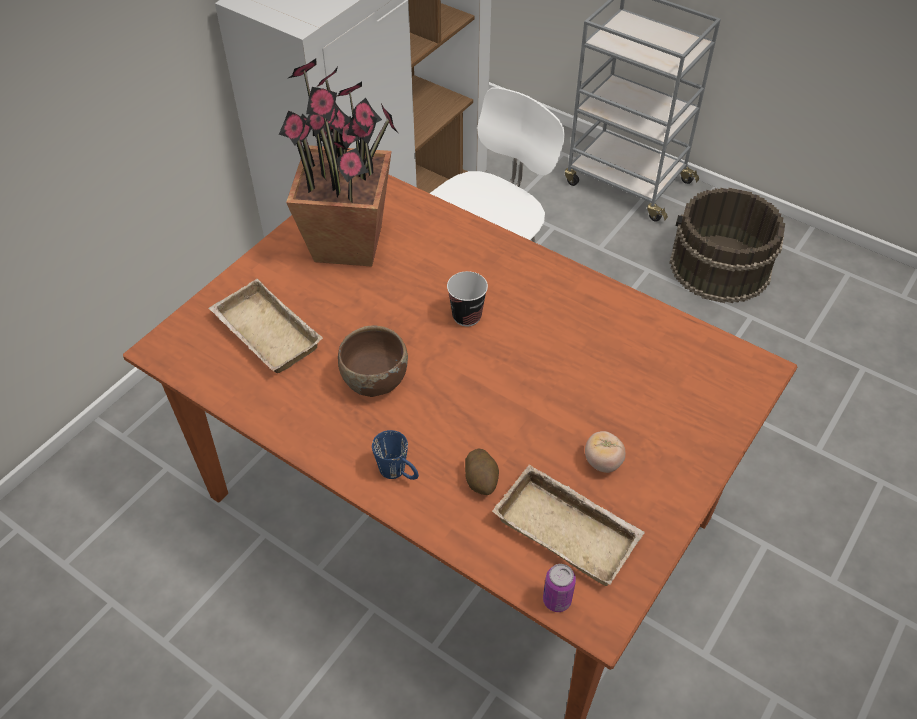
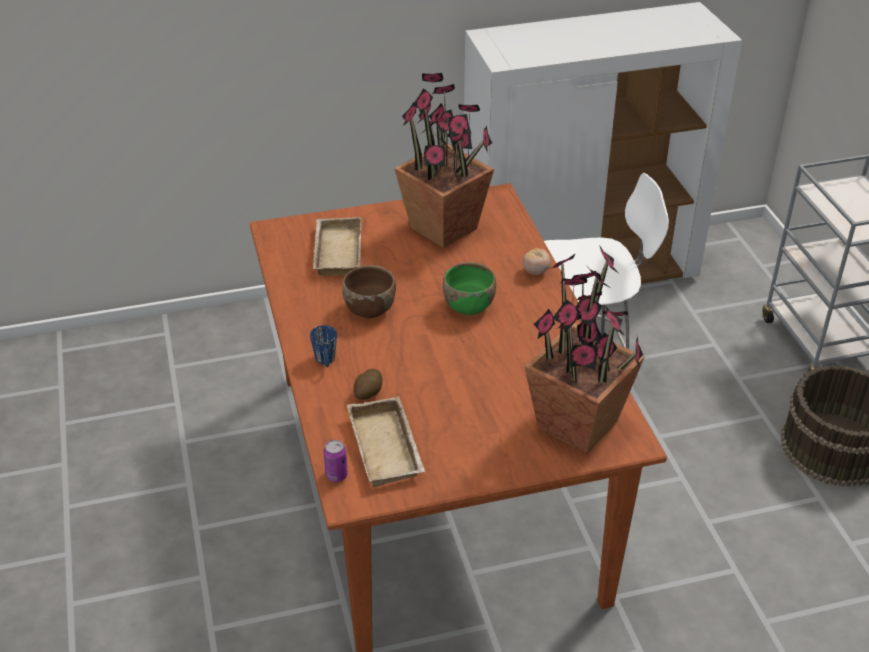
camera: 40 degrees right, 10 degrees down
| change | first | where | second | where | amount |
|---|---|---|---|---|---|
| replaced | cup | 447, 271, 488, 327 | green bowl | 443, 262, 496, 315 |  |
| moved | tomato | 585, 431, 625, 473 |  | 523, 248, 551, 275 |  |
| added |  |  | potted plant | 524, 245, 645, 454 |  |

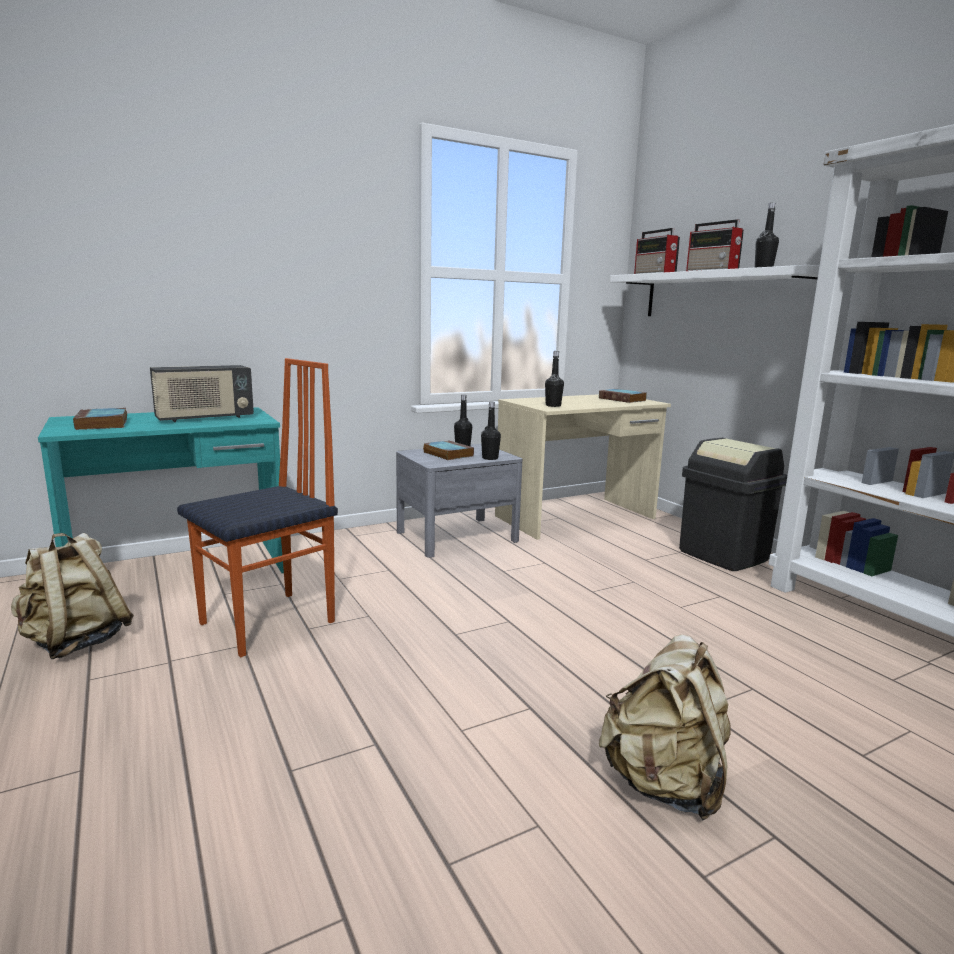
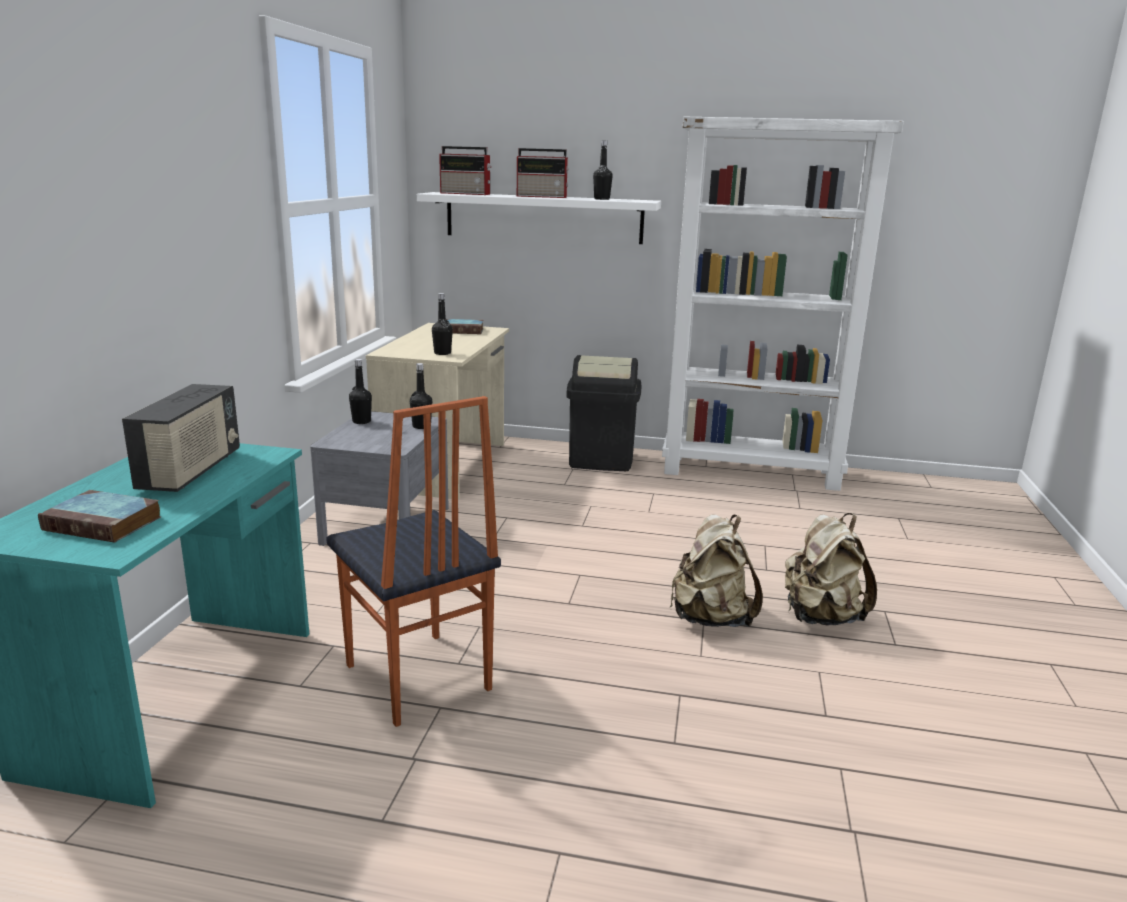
camera: 50 degrees left, 5 degrees up
| change | first | where | second | where | amount |
|---|---|---|---|---|---|
| turned | chair | 177, 358, 338, 657 |  | 326, 396, 501, 727 | 150 degrees clockwise |
| moved | beige backpack | 11, 533, 134, 659 |  | 669, 514, 763, 627 |  |
| removed | book | 423, 440, 474, 460 |  |  |  |

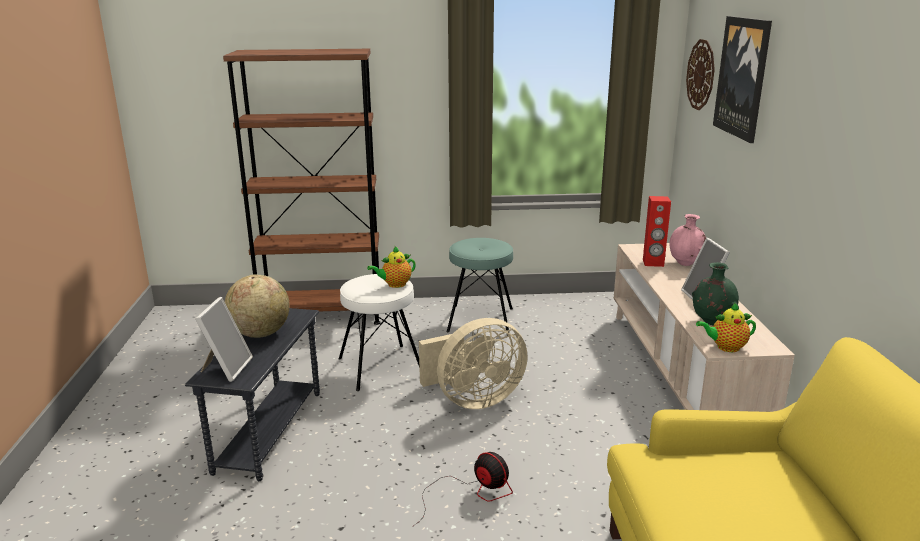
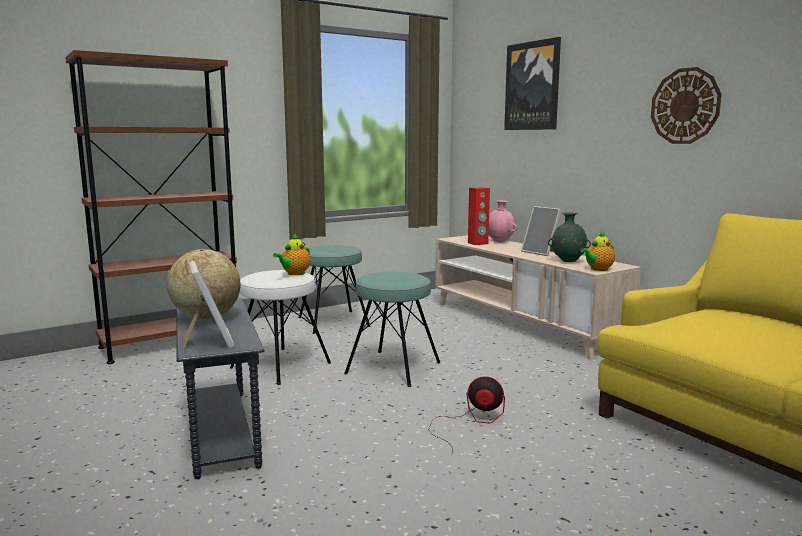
camera: 30 degrees left, 10 degrees down
| change | first | where | second | where | amount |
|---|---|---|---|---|---|
| replaced | beige fan | 419, 318, 528, 409 | turquoise stool | 344, 272, 440, 387 |  |
| moved | wall clock | 686, 39, 715, 110 |  | 651, 67, 722, 144 |  |

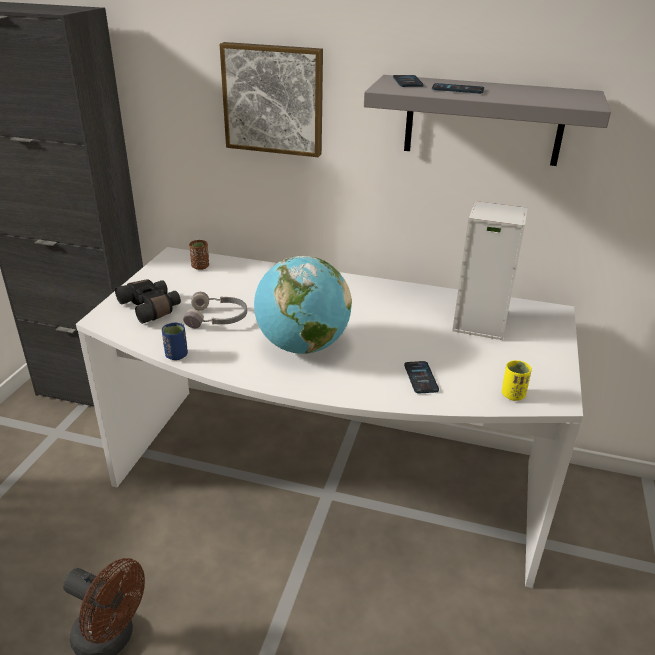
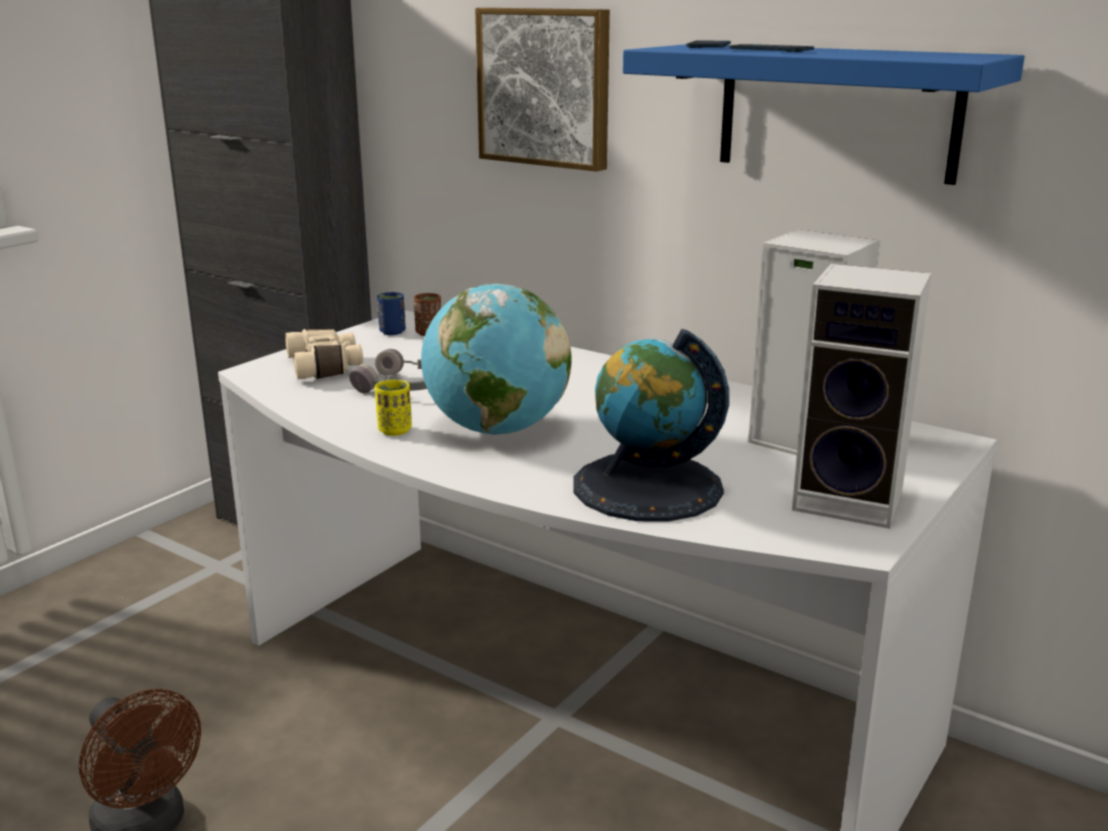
camera: 20 degrees right, 10 degrees down
| change | first | where | second | where | amount |
|---|---|---|---|---|---|
| recoloured | black binoculars | 115, 279, 181, 324 | beige binoculars | 285, 329, 363, 379 |  |
| moved | yellow cup | 502, 360, 532, 401 |  | 375, 380, 412, 436 |  |
| moved | blue cup | 162, 323, 188, 360 |  | 377, 292, 406, 335 |  |
| replaced | phone | 404, 361, 439, 394 | globe | 574, 329, 729, 522 |  |
| recoloured | grey shelf | 364, 75, 611, 166 | blue shelf | 623, 44, 1025, 185 |  |
| added |  |  | speaker | 792, 264, 931, 529 |  |

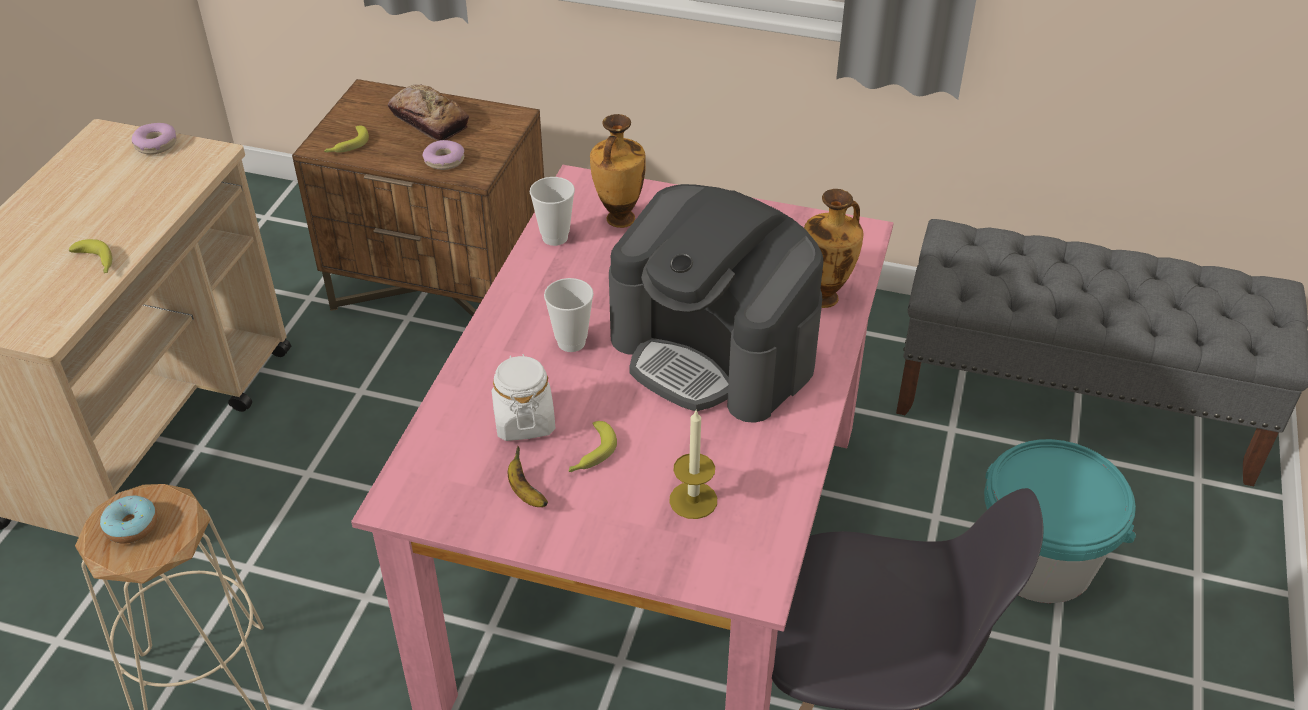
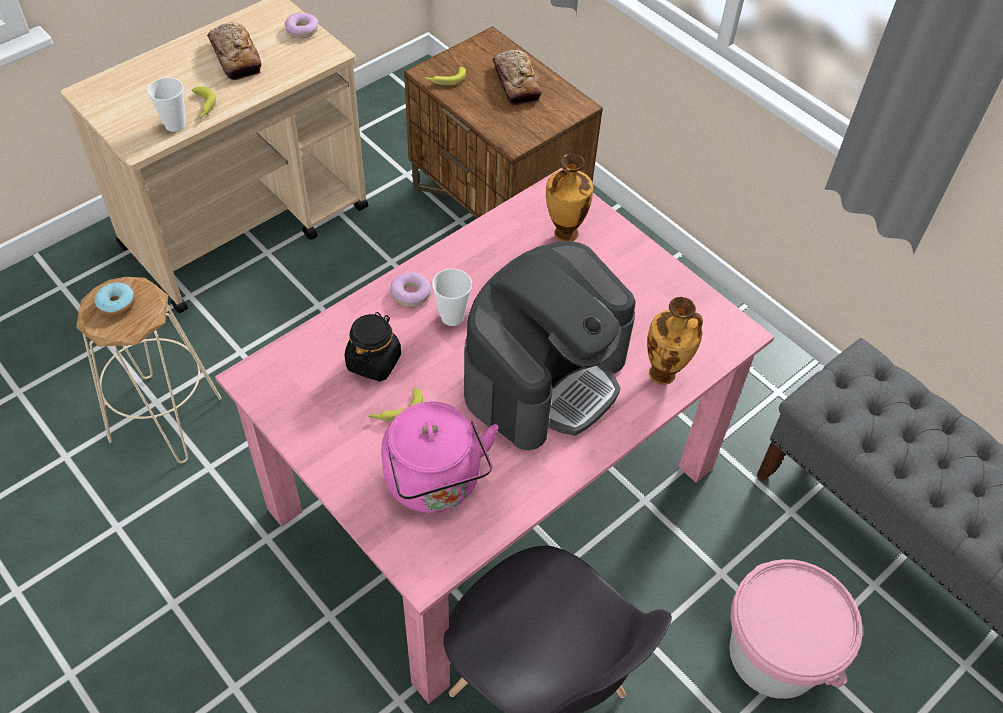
camera: 30 degrees right, 10 degrees up
| change | first | where | second | where | amount |
|---|---|---|---|---|---|
| moved | cup | 530, 177, 575, 246 |  | 147, 77, 186, 132 |  |
| added |  |  | bread | 207, 22, 262, 80 |  |
| recoloured | white jar | 492, 354, 555, 441 | black jar | 345, 312, 401, 381 |  |
| replaced | candle | 669, 409, 717, 519 | pink kettle | 381, 401, 499, 513 |  |
| moved | donut | 422, 140, 464, 170 |  | 390, 272, 431, 307 |  |
| turned | coffee machine | 609, 184, 823, 423 |  | 464, 241, 636, 450 | 120 degrees counterclockwise |
| recoloured | turquoise bucket | 984, 439, 1136, 603 | pink bucket | 729, 559, 862, 699 |  |
| removed | banana | 508, 446, 548, 507 |  |  |  |

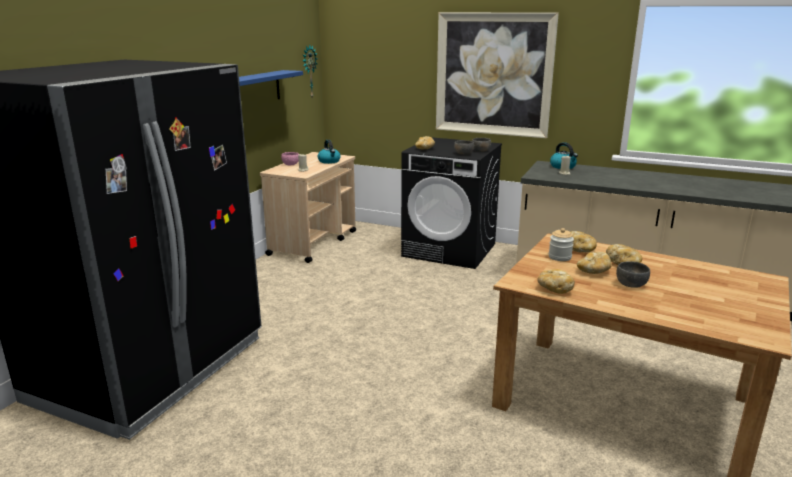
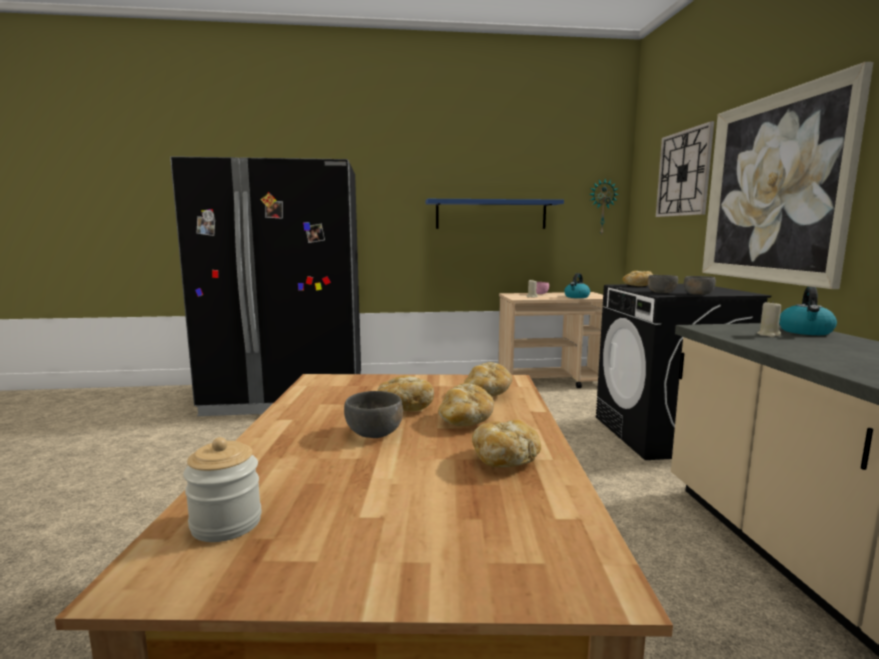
camera: 60 degrees right, 10 degrees down
| change | first | where | second | where | amount |
|---|---|---|---|---|---|
| moved | jar | 549, 228, 574, 261 |  | 183, 437, 262, 542 |  |
| moved | bread | 538, 269, 575, 294 |  | 472, 420, 541, 467 |  |
| added |  |  | wall clock | 656, 121, 714, 217 |  |

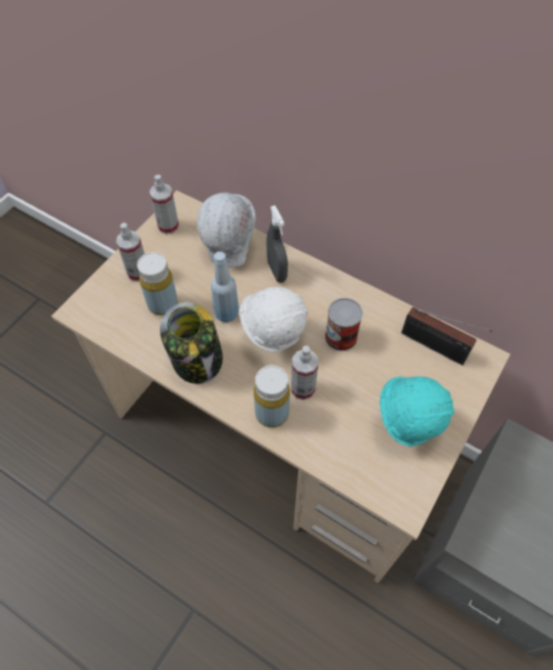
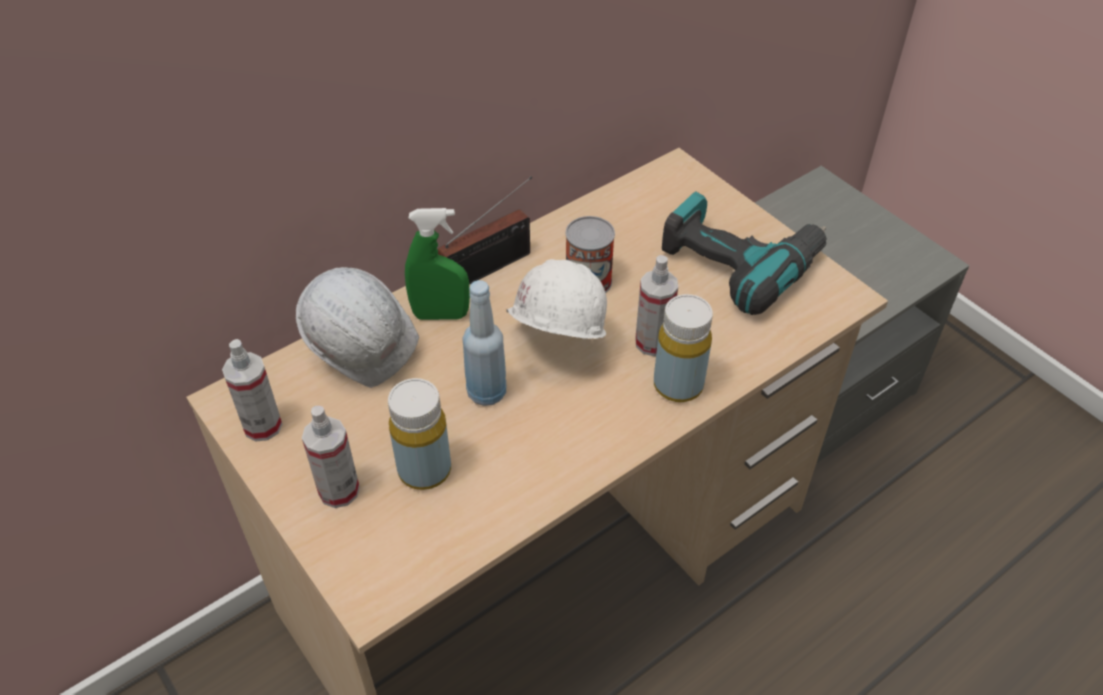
camera: 70 degrees left, 10 degrees down
| change | first | where | second | where | amount |
|---|---|---|---|---|---|
| recoloured | grey spray bottle | 267, 205, 288, 283 | green spray bottle | 405, 208, 470, 320 |  |
| moved | radio | 401, 307, 492, 365 |  | 438, 176, 532, 285 |  |
| replaced | turquoise hard hat | 380, 377, 455, 447 | power drill | 662, 191, 827, 315 |  |
| removed | jar | 160, 302, 223, 384 |  |  |  |

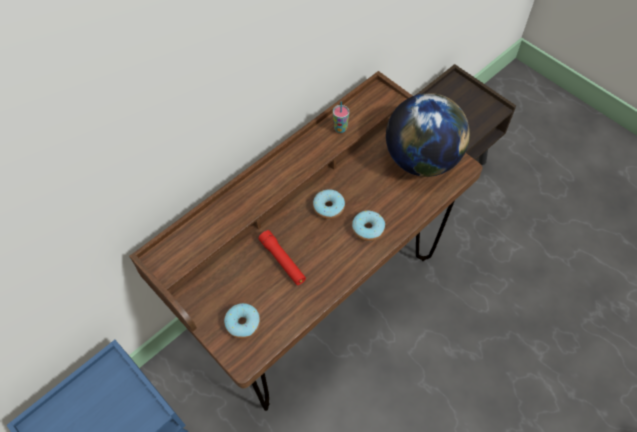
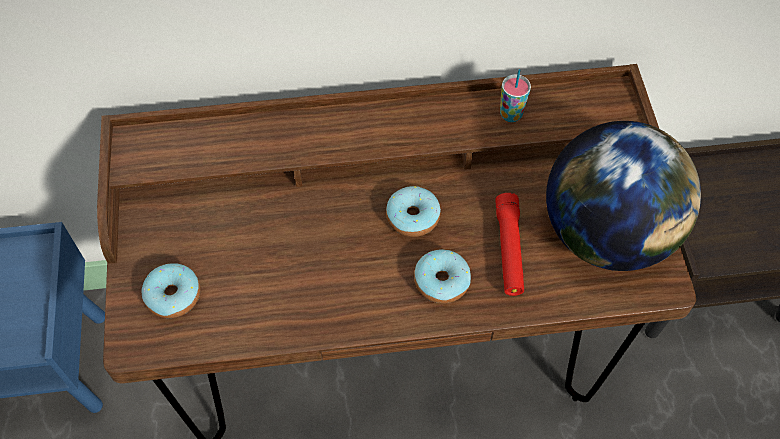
camera: 35 degrees right, 0 degrees up
| change | first | where | second | where | amount |
|---|---|---|---|---|---|
| moved | red flashlight | 259, 230, 306, 285 |  | 495, 193, 524, 296 |  |

